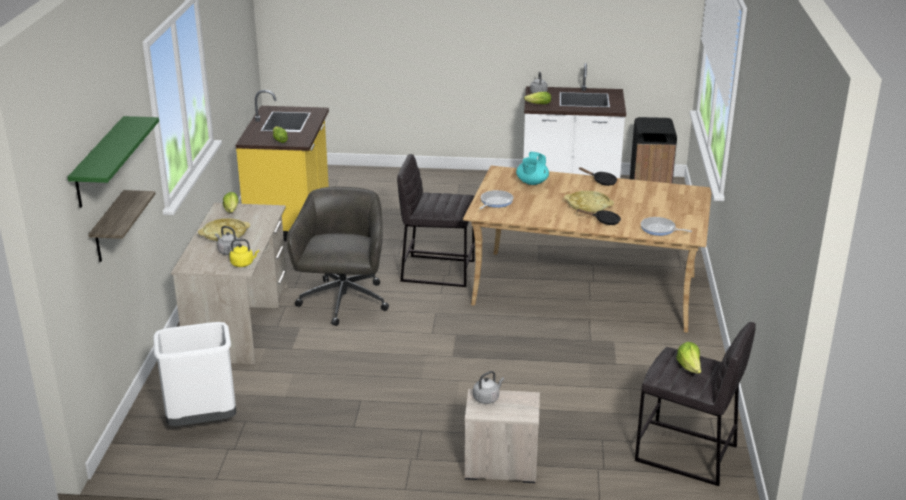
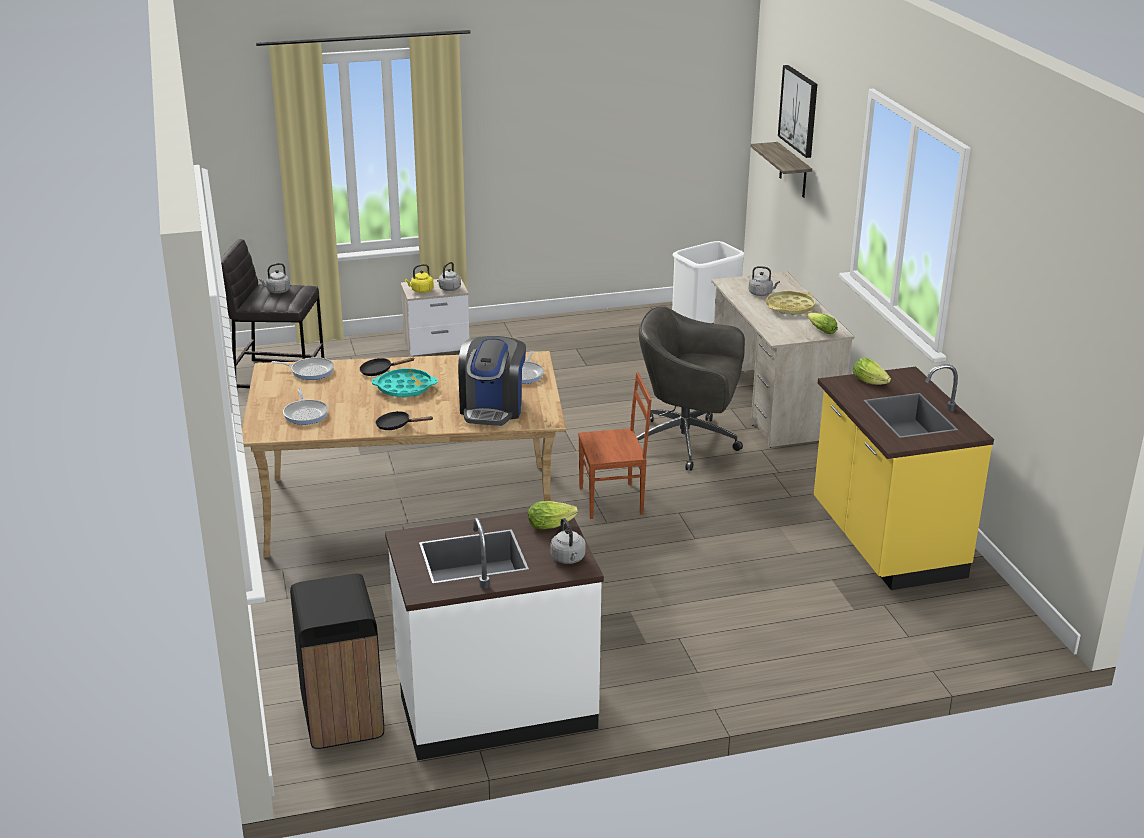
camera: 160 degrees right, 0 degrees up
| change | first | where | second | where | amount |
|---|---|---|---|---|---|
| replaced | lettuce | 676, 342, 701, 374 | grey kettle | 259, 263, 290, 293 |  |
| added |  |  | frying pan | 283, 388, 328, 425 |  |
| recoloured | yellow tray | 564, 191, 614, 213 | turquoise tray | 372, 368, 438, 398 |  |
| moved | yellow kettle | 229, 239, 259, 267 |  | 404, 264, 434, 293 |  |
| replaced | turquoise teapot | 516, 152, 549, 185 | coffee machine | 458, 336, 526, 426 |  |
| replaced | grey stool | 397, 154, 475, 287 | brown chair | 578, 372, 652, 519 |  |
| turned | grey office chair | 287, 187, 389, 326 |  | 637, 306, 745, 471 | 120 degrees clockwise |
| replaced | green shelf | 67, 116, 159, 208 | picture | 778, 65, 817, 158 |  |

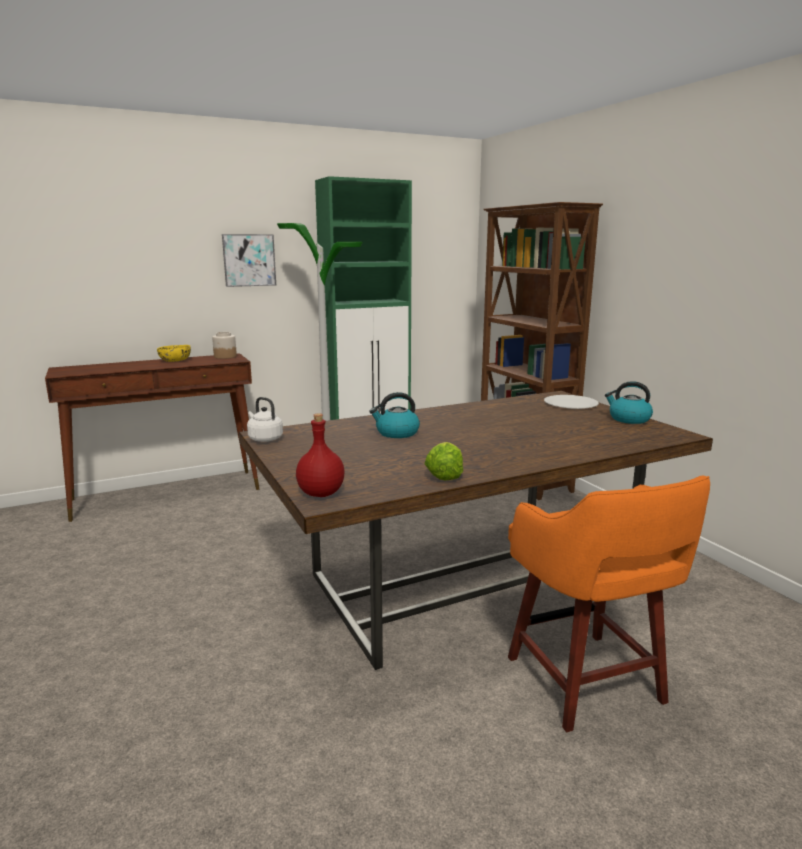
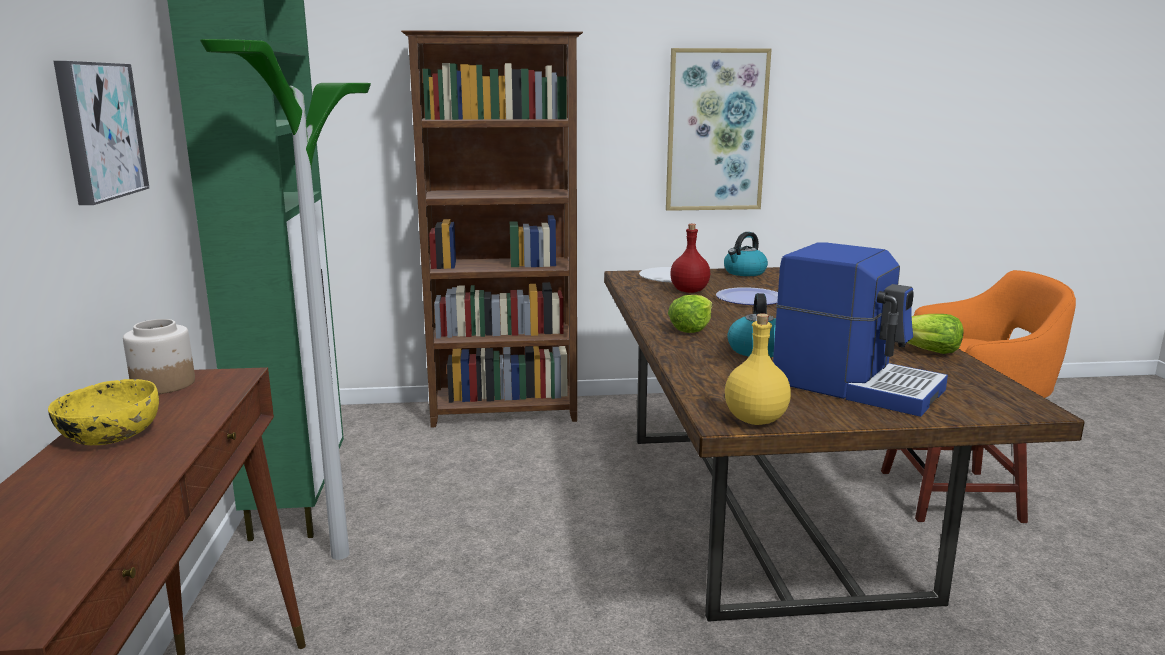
camera: 70 degrees left, 0 degrees up
| change | first | where | second | where | amount |
|---|---|---|---|---|---|
| added |  |  | picture | 666, 48, 772, 211 |  |
| added |  |  | lettuce | 668, 295, 712, 333 |  |
| moved | red bottle | 296, 413, 345, 497 |  | 670, 224, 710, 293 |  |
| added |  |  | plate | 716, 287, 778, 305 |  |
| replaced | white kettle | 247, 397, 283, 442 | yellow bottle | 725, 313, 791, 425 |  |
| added |  |  | coffee machine | 773, 242, 948, 417 |  |

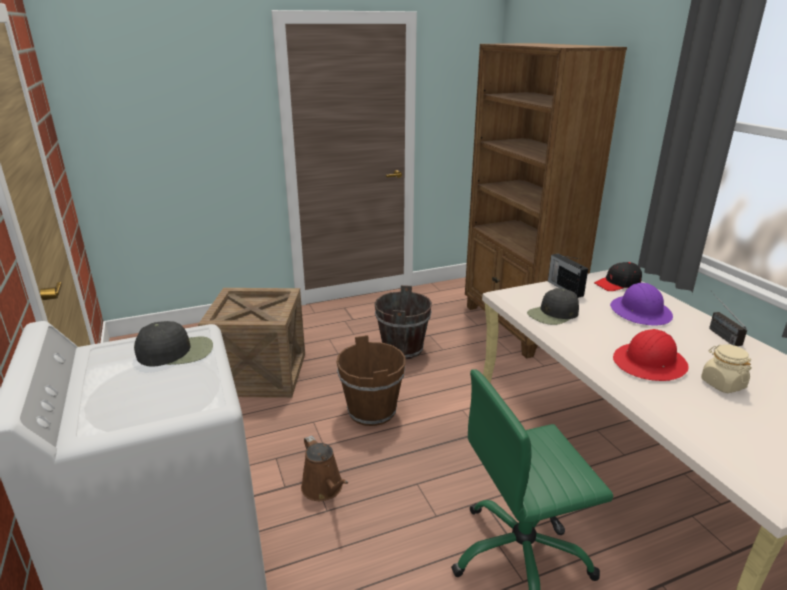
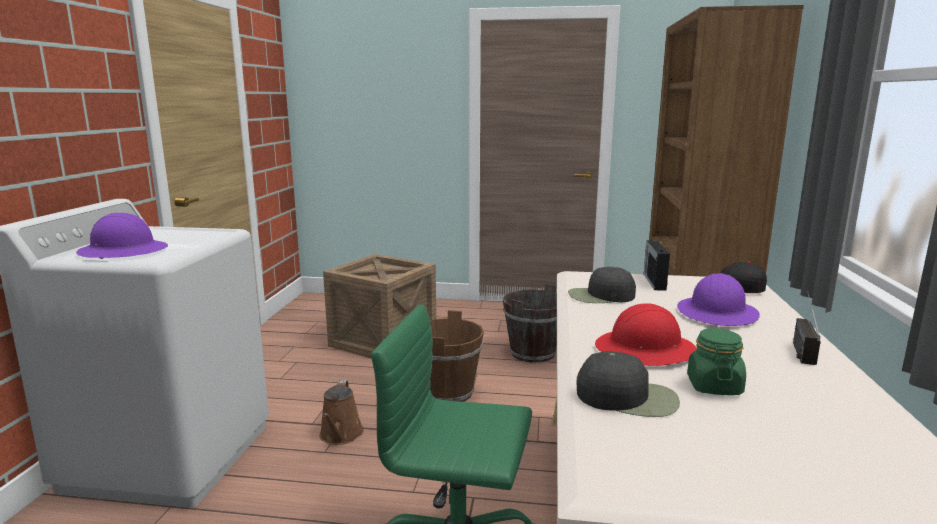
camera: 30 degrees right, 10 degrees down
| change | first | where | second | where | amount |
|---|---|---|---|---|---|
| added |  |  | purple hard hat | 76, 213, 168, 259 |  |
| moved | black cap | 134, 321, 213, 367 |  | 576, 351, 680, 417 |  |
| recoloured | beige jar | 701, 344, 752, 393 | green jar | 687, 328, 746, 395 |  |

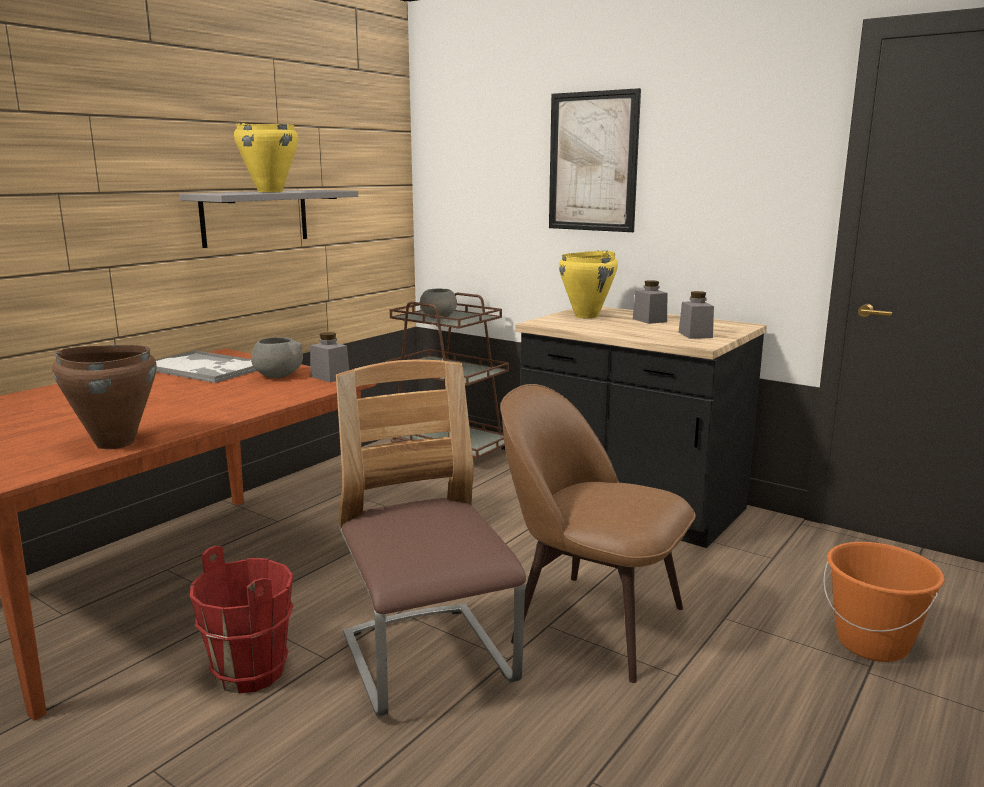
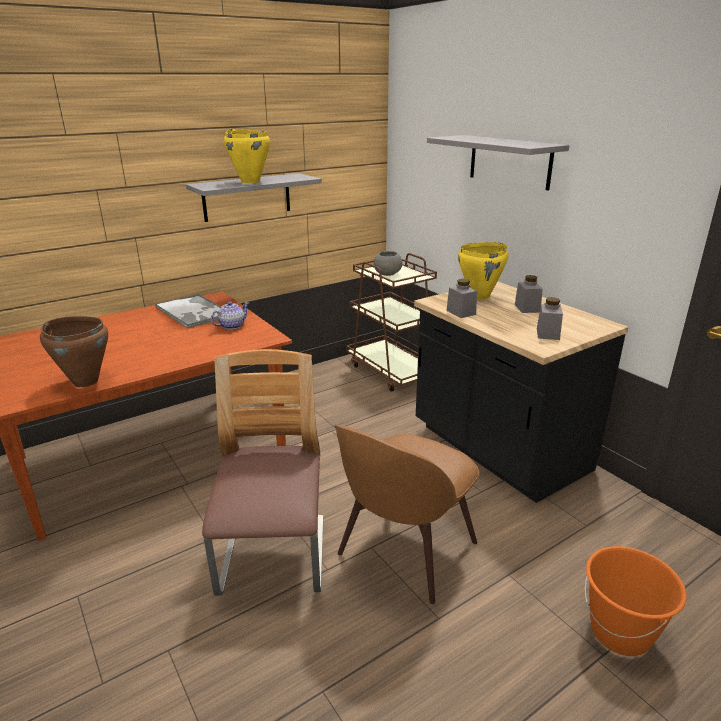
camera: 20 degrees right, 10 degrees up
| change | first | where | second | where | amount |
|---|---|---|---|---|---|
| replaced | grey bowl | 251, 337, 303, 378 | teapot | 211, 302, 249, 330 |  |
| turned | brown chair | 500, 384, 696, 683 |  | 335, 425, 479, 604 | 105 degrees counterclockwise |
| replaced | picture | 549, 88, 641, 232 | grey shelf | 427, 135, 569, 191 |  |
| moved | grey jar | 310, 332, 349, 382 |  | 446, 279, 477, 318 |  |
| removed | red bucket | 190, 546, 294, 694 |  |  |  |

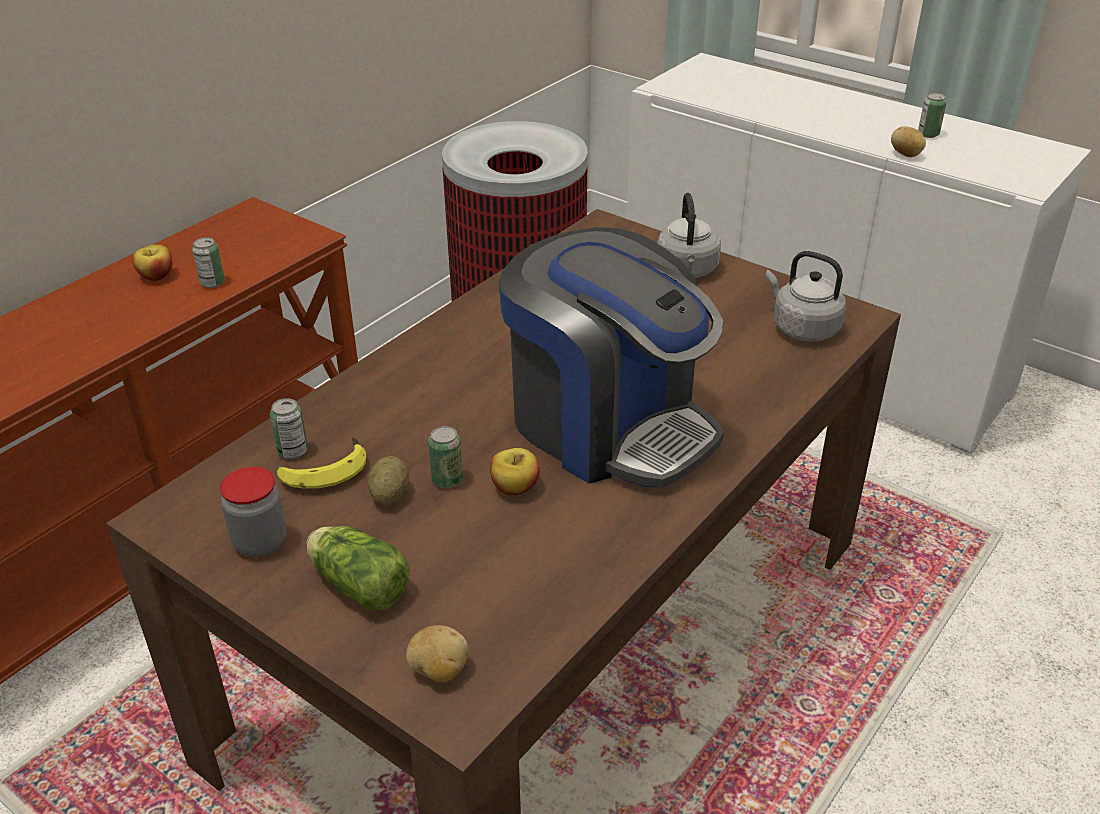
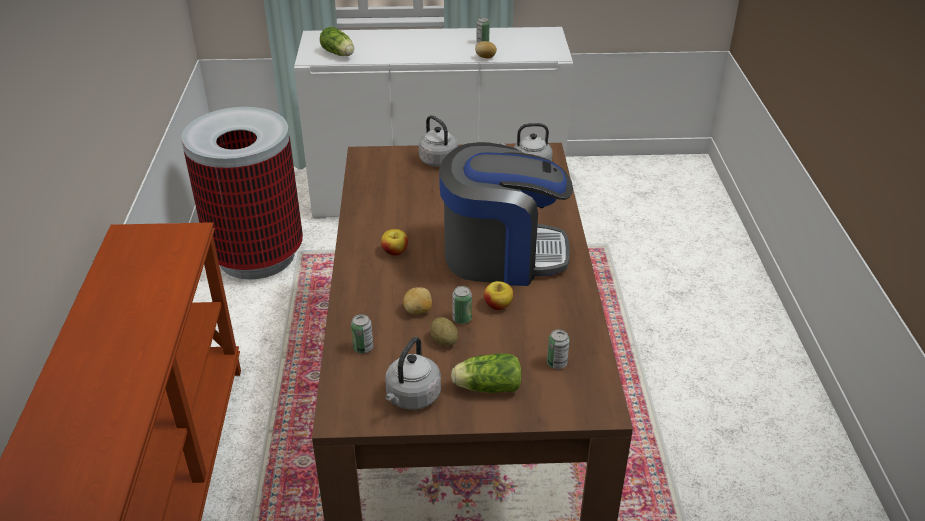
camera: 40 degrees left, 0 degrees up
| change | first | where | second | where | amount |
|---|---|---|---|---|---|
| added |  |  | lettuce | 320, 27, 354, 56 |  |
| moved | apple | 132, 245, 172, 281 |  | 381, 229, 408, 256 |  |
| replaced | jar | 220, 467, 287, 557 | grey kettle | 385, 337, 441, 410 |  |
| moved | potato | 406, 625, 468, 683 |  | 403, 287, 432, 314 |  |
| moved | can | 192, 237, 225, 288 |  | 547, 329, 570, 369 |  |
| removed | banana | 277, 436, 367, 489 |  |  |  |

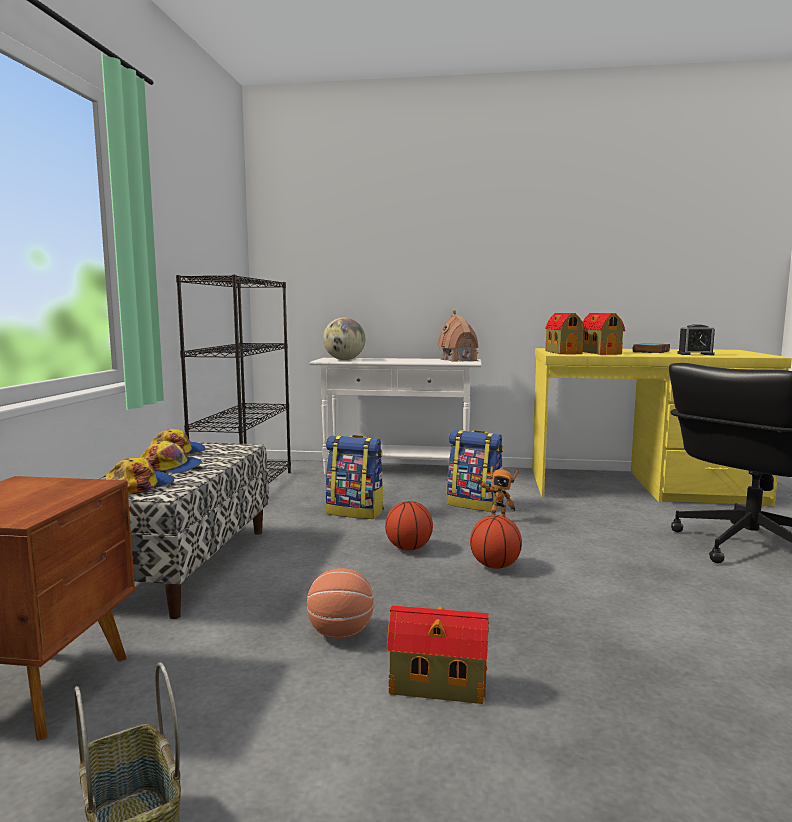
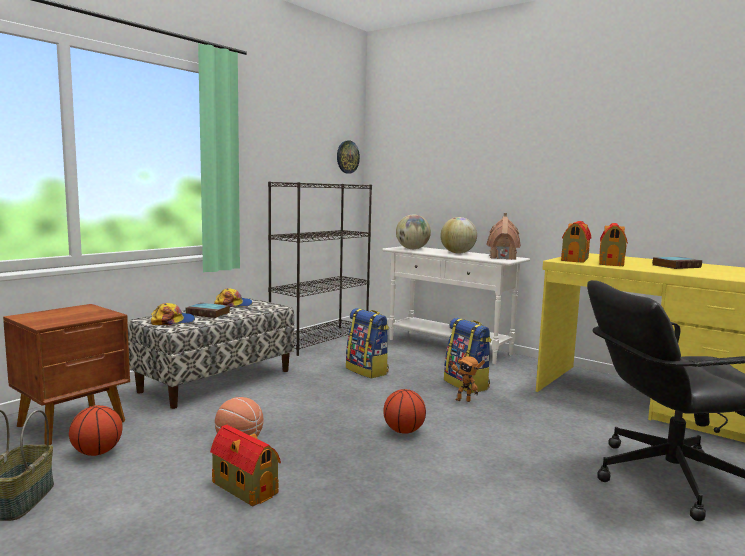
camera: 30 degrees right, 0 degrees up
| change | first | where | second | where | amount |
|---|---|---|---|---|---|
| moved | basketball | 385, 501, 433, 551 |  | 69, 405, 123, 456 |  |
| replaced | cap | 140, 441, 202, 473 | book | 186, 303, 230, 318 |  |
| added |  |  | wall clock | 337, 140, 360, 174 |  |
| added |  |  | globe | 440, 217, 477, 254 |  |
| removed | alarm clock | 677, 324, 715, 355 |  |  |  |

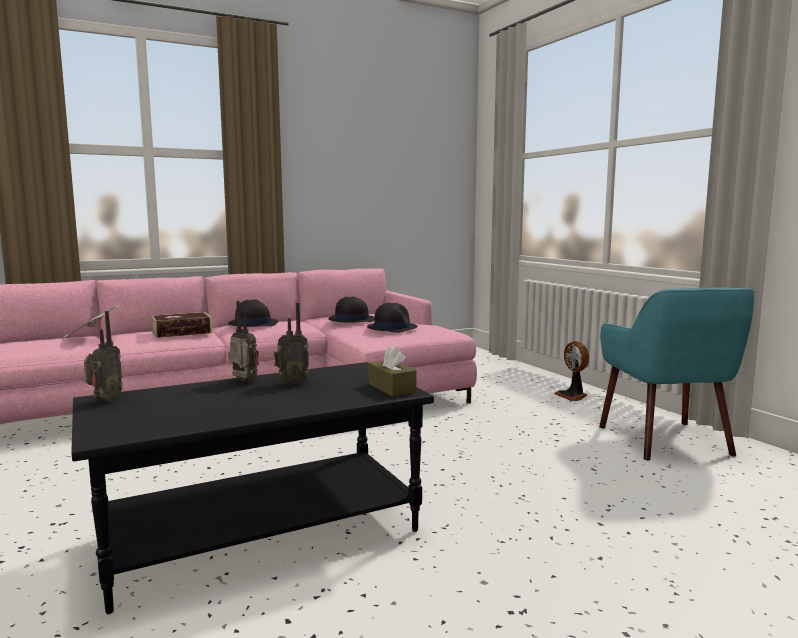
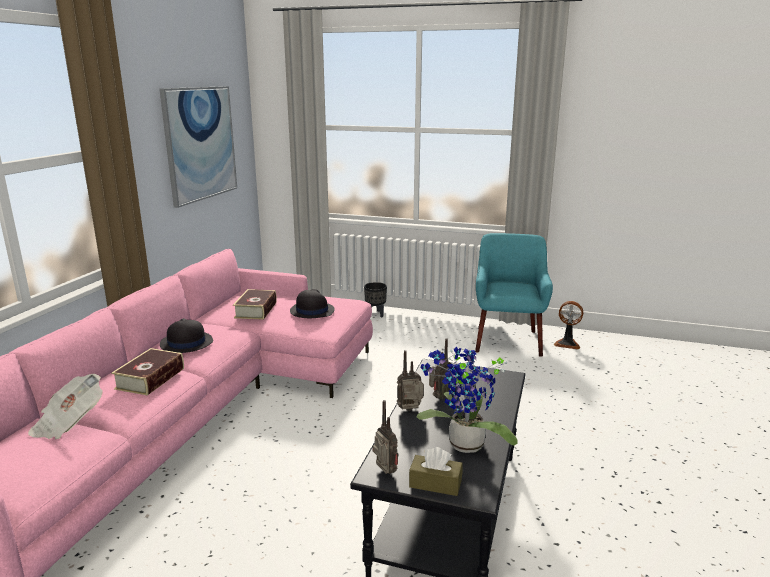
camera: 45 degrees left, 10 degrees up
| change | first | where | second | where | amount |
|---|---|---|---|---|---|
| added |  |  | picture | 159, 86, 237, 208 |  |
| replaced | black hat | 328, 296, 375, 322 | book | 233, 289, 277, 320 |  |
| added |  |  | black planter | 364, 282, 387, 317 |  |
| moved | brown tissue box | 368, 345, 416, 397 |  | 409, 447, 463, 496 |  |
| added |  |  | potted plant | 417, 346, 518, 453 |  |
| turned | turquoise armchair | 599, 288, 754, 461 |  | 475, 233, 553, 357 | 120 degrees counterclockwise |
| moved | fan | 554, 341, 589, 401 |  | 554, 301, 583, 350 |  |

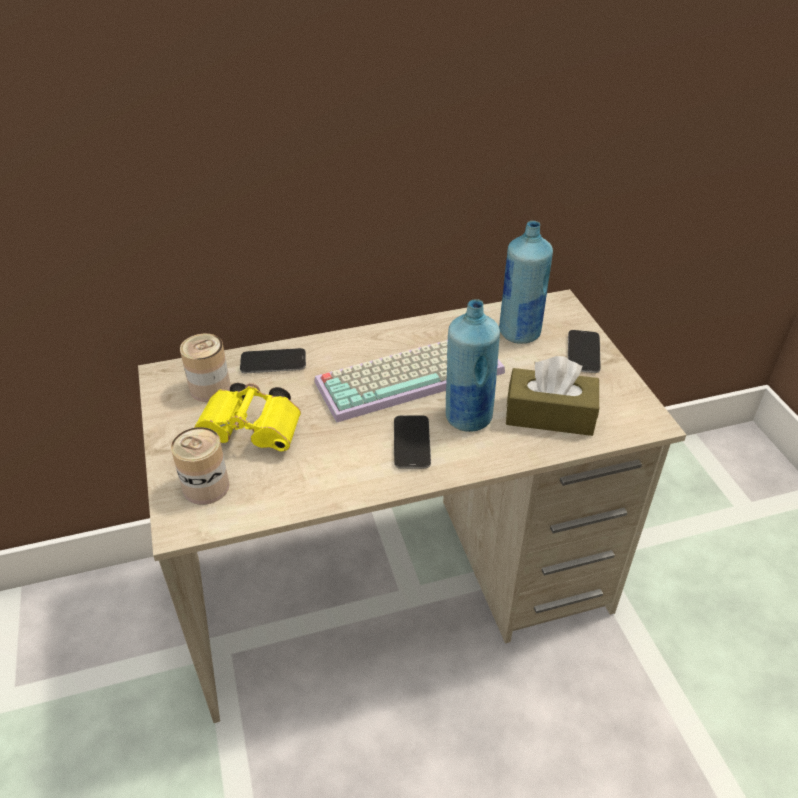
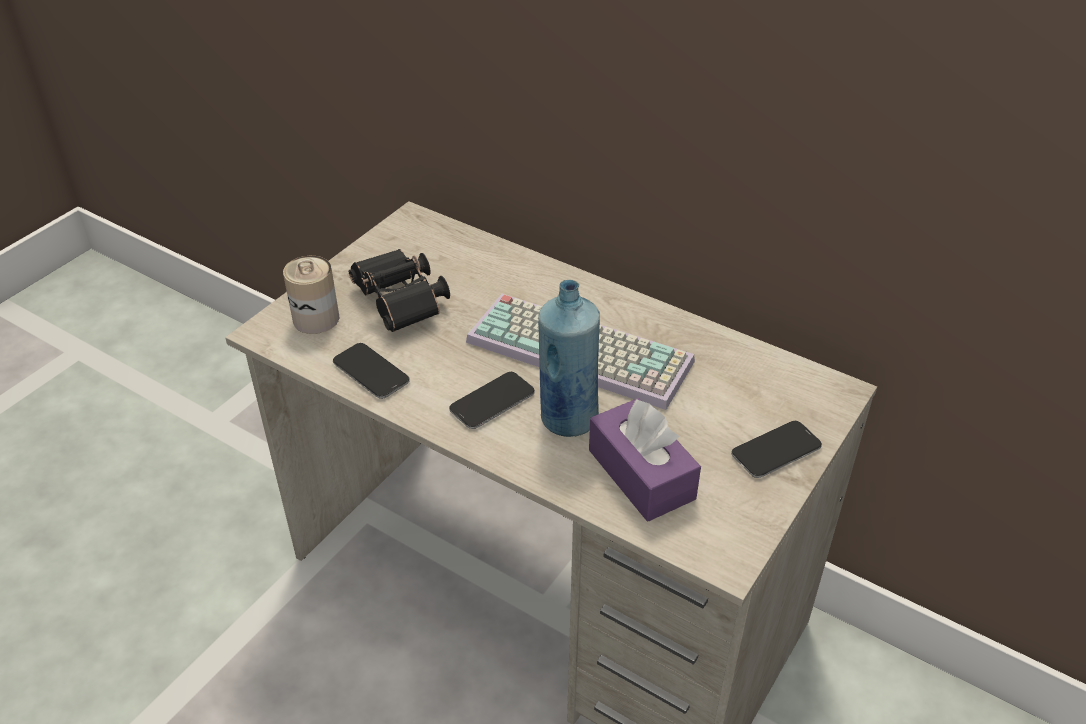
camera: 50 degrees right, 0 degrees up
| change | first | where | second | where | amount |
|---|---|---|---|---|---|
| moved | phone | 240, 348, 306, 373 |  | 333, 343, 410, 399 |  |
| recoloured | yellow binoculars | 194, 383, 301, 451 | black binoculars | 349, 249, 450, 332 |  |
| recoloured | brown tissue box | 506, 356, 599, 436 | purple tissue box | 589, 398, 701, 522 |  |
| removed | can | 180, 334, 231, 402 |  |  |  |
| removed | blue bottle | 499, 221, 553, 344 |  |  |  |

